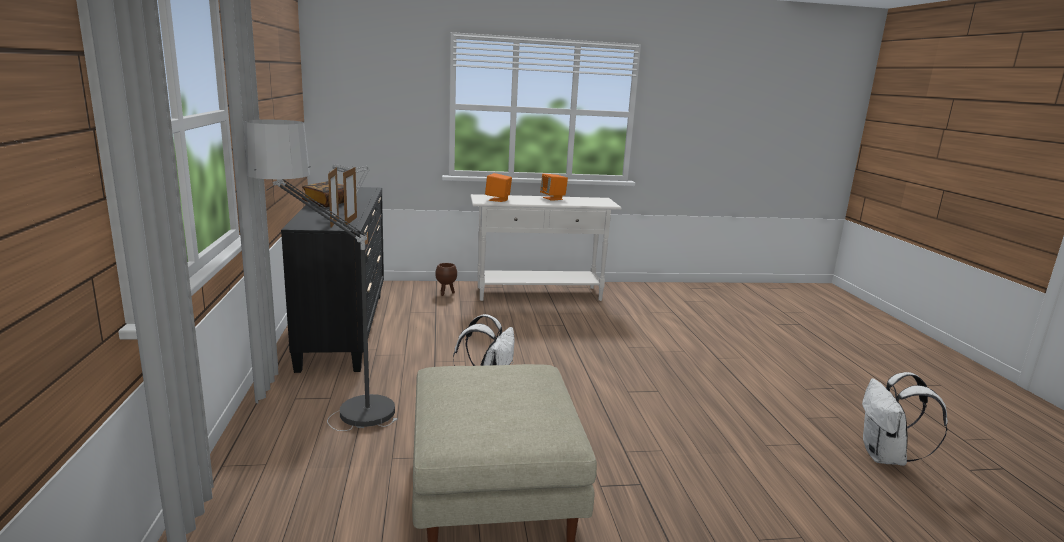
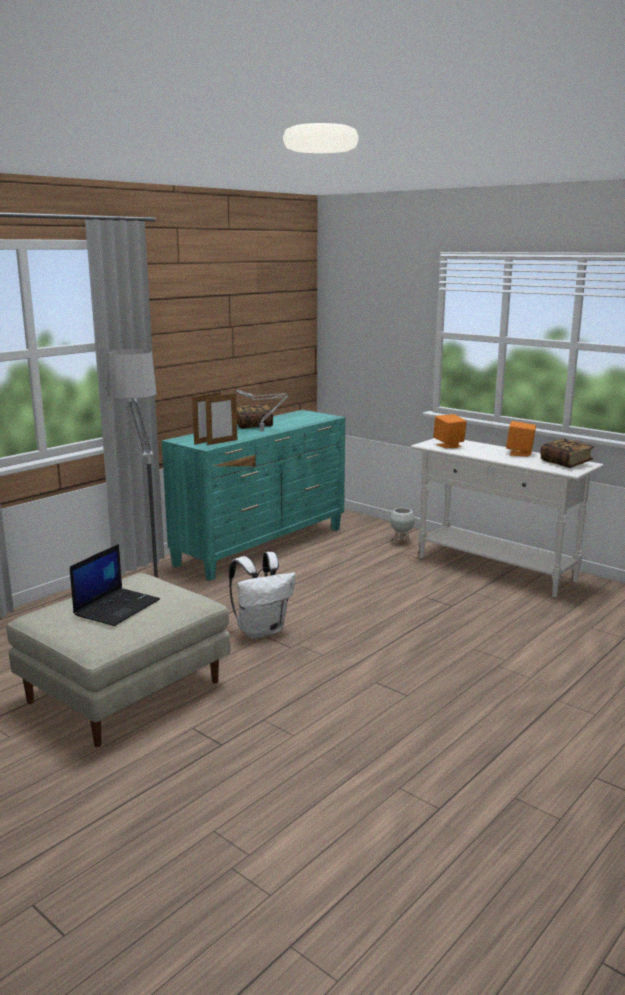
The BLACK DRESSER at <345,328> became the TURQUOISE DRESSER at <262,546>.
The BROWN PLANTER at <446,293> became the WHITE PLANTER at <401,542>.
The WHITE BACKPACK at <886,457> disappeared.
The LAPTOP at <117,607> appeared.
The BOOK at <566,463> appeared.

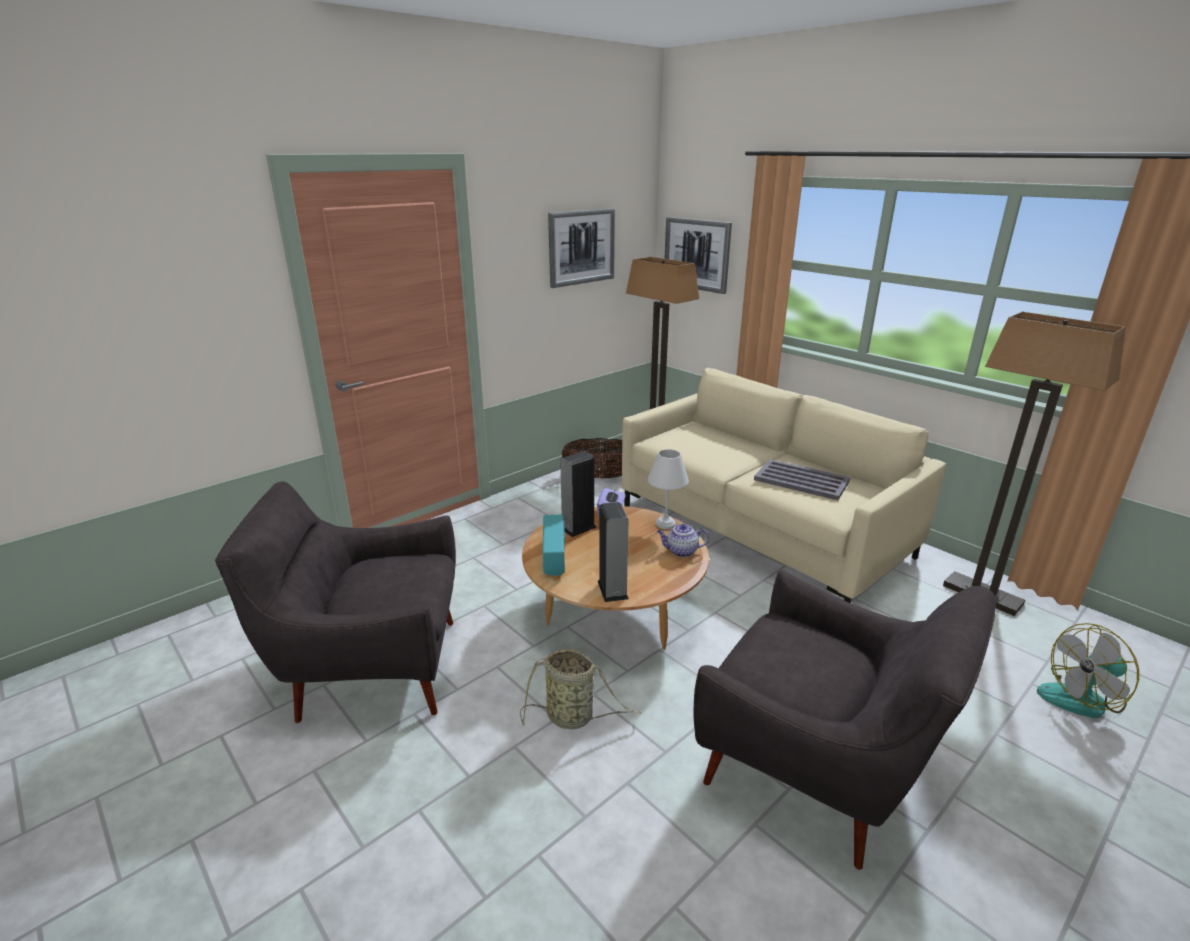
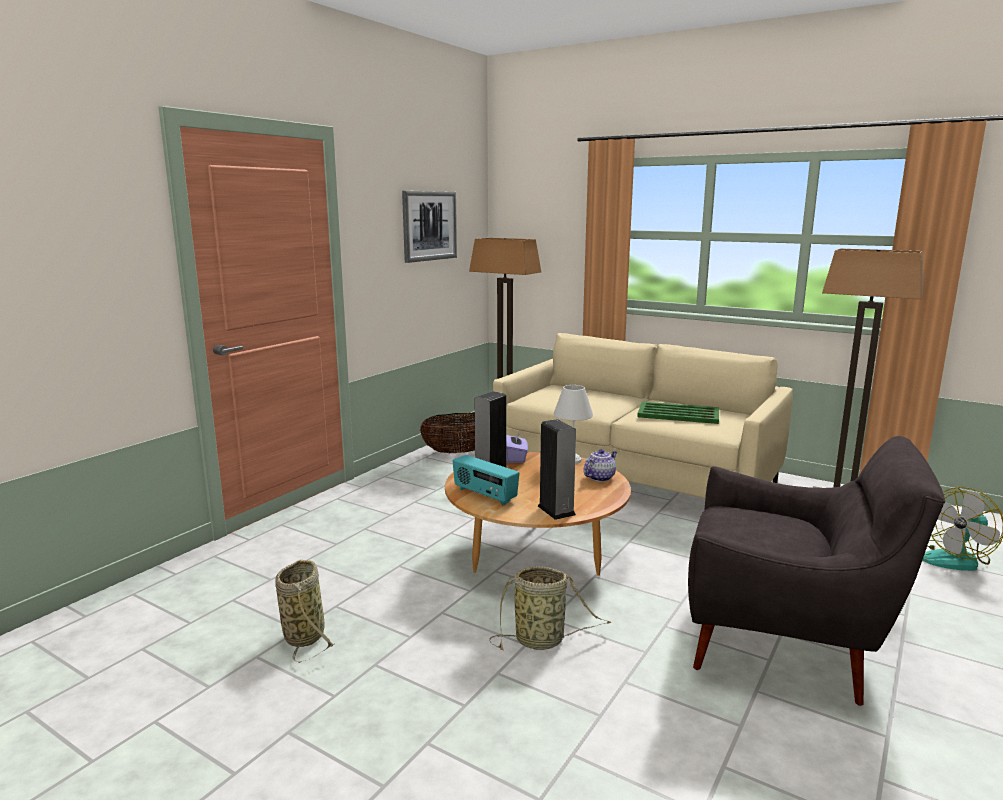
The GREY ARMCHAIR at <371,668> was replaced by the BASKET at <304,634>.
The RADIO at <555,559> turned 150 degrees clockwise.
The TEAPOT at <681,551> turned 150 degrees clockwise.
The PICTURE at <696,254> disappeared.
The GREY TRAY at <800,480> became the GREEN TRAY at <677,414>.

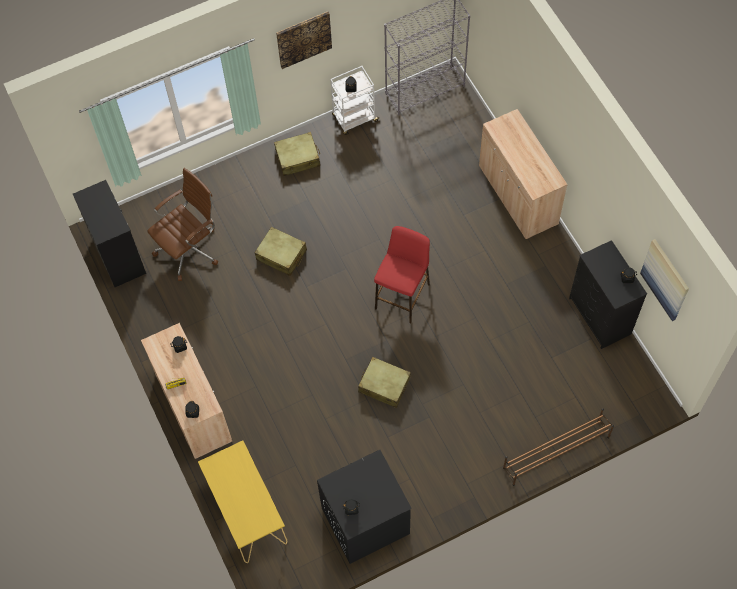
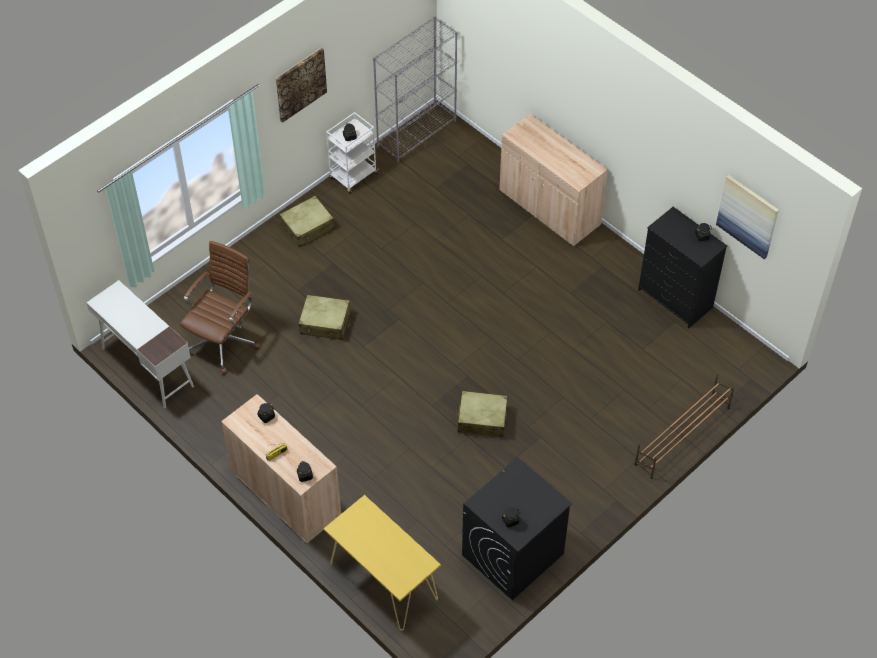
The BLACK DRESSER at <118,256> was replaced by the WHITE DESK at <147,367>.
The RED STOOL at <402,296> disappeared.

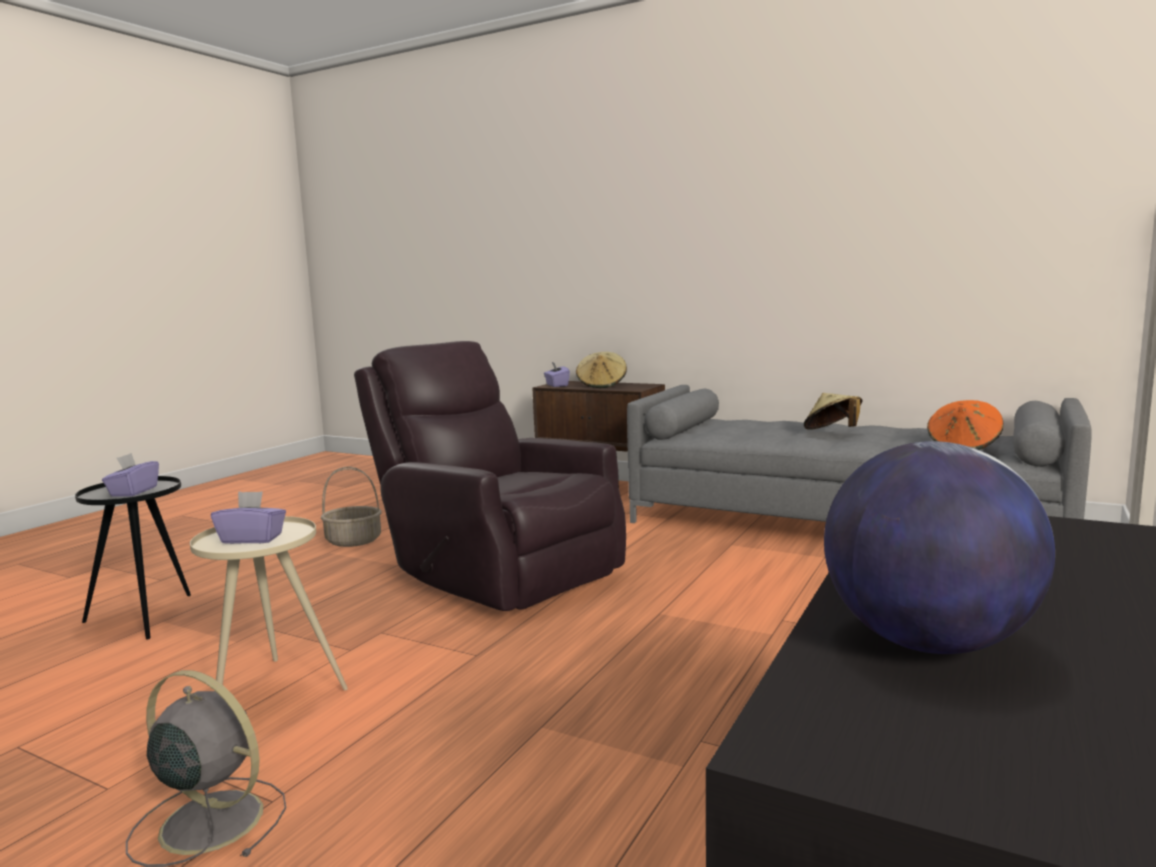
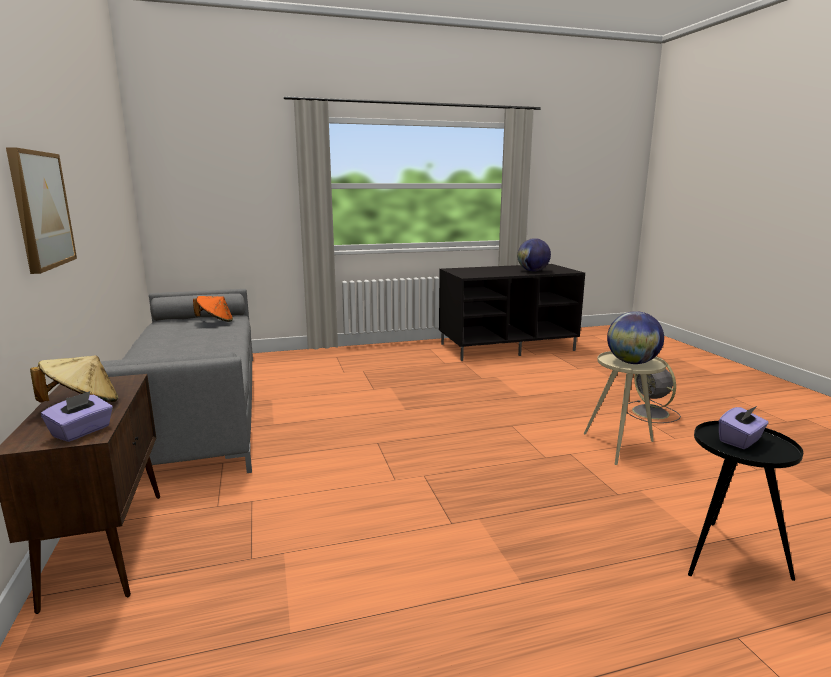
The PURPLE TISSUE BOX at <252,539> was replaced by the GLOBE at <632,362>.
The BASKET at <354,541> disappeared.
The BROWN ARMCHAIR at <495,571> disappeared.
The BEIGE HAT at <832,432> disappeared.
The PICTURE at <41,210> appeared.

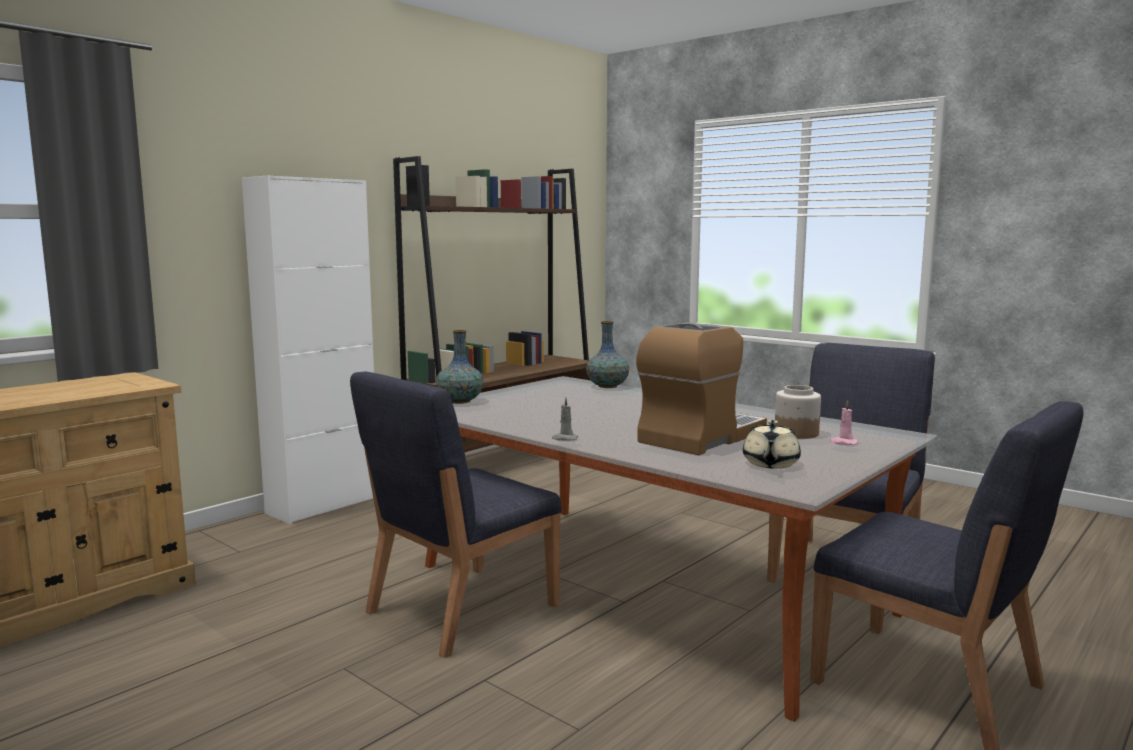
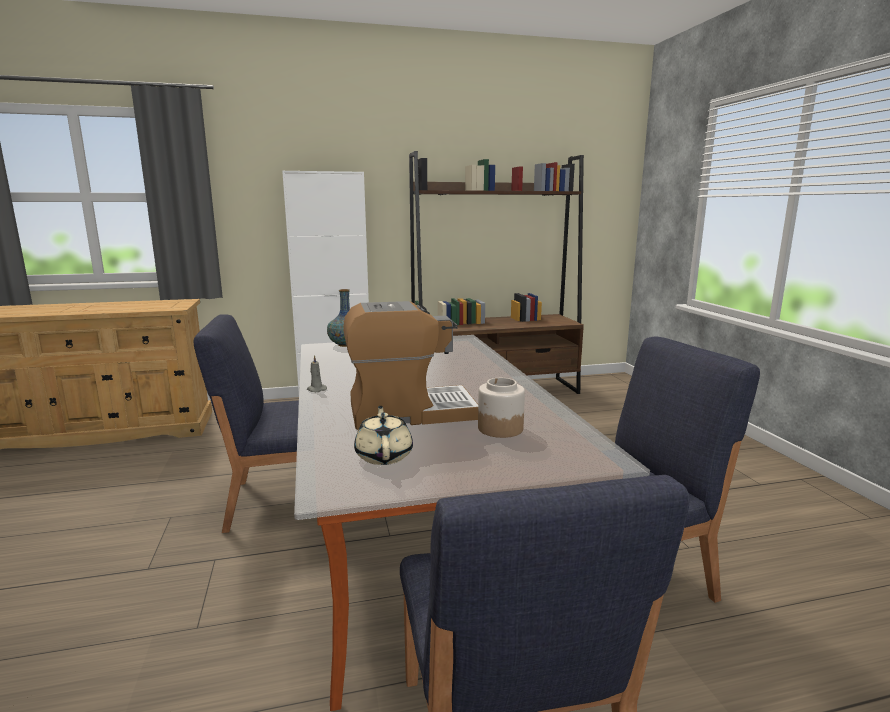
The VASE at <607,386> disappeared.
The BEIGE TEAPOT at <770,464> turned 120 degrees clockwise.
The PINK CANDLE at <843,443> disappeared.

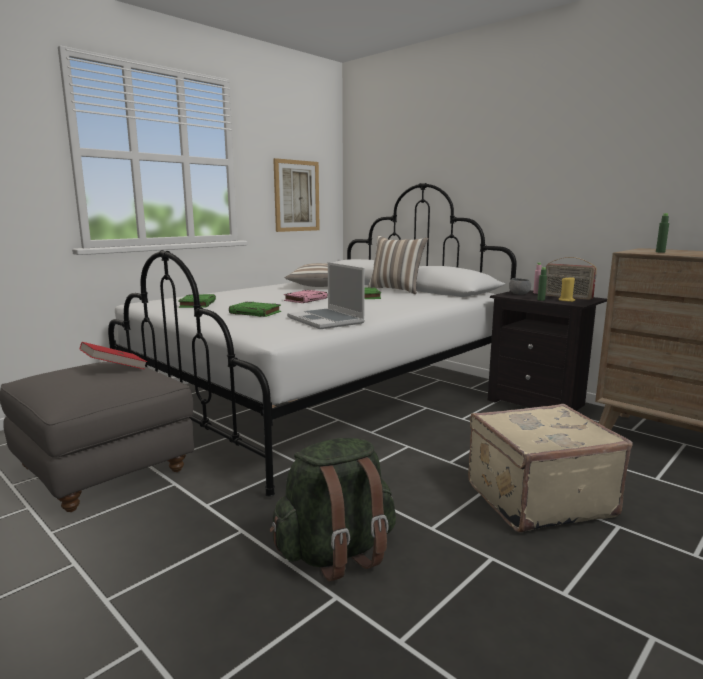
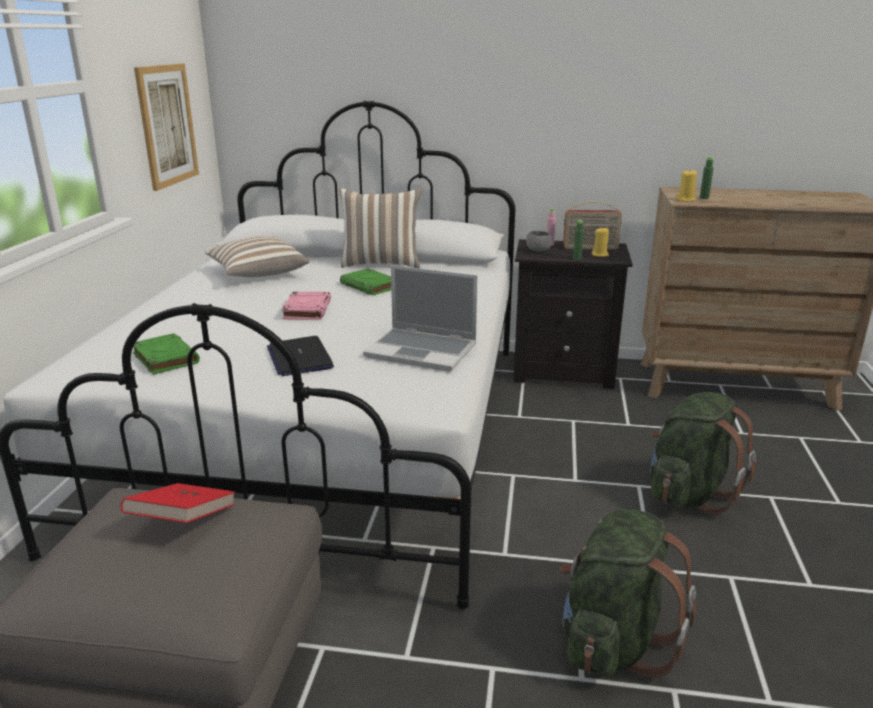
The GREEN BOOK at <256,313> was replaced by the LAPTOP at <299,358>.
The BEIGE SUITCASE at <536,498> was replaced by the GREEN BACKPACK at <689,493>.
The YELLOW CANDLE at <686,200> appeared.

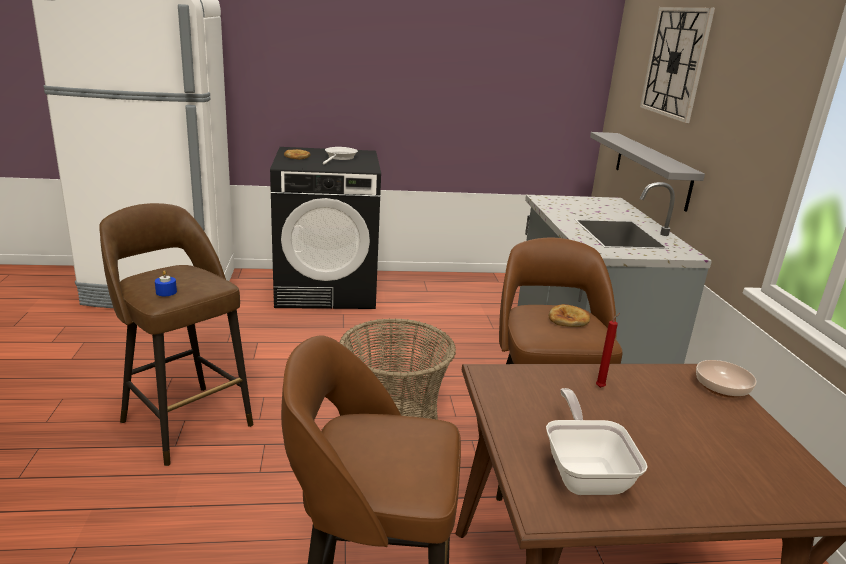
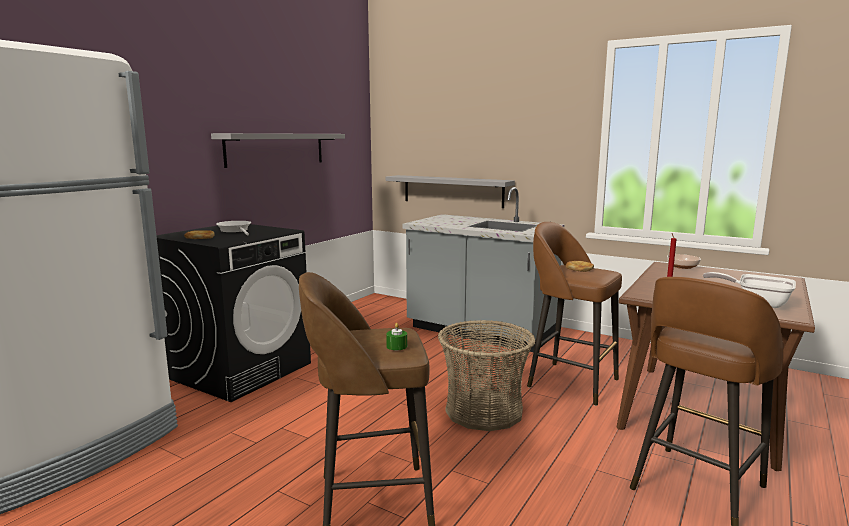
The BLUE CANDLE at <166,292> became the GREEN CANDLE at <396,346>.
The WALL CLOCK at <675,62> disappeared.
The GREY SHELF at <276,149> appeared.

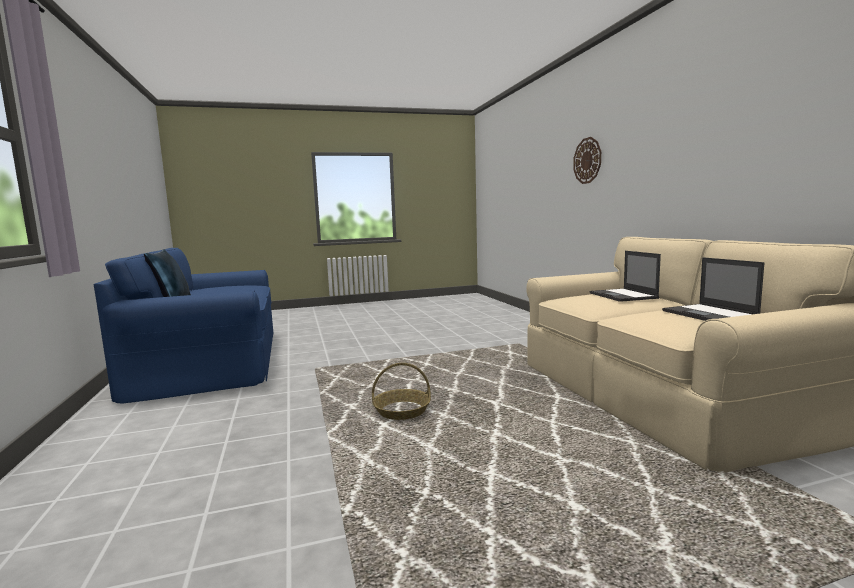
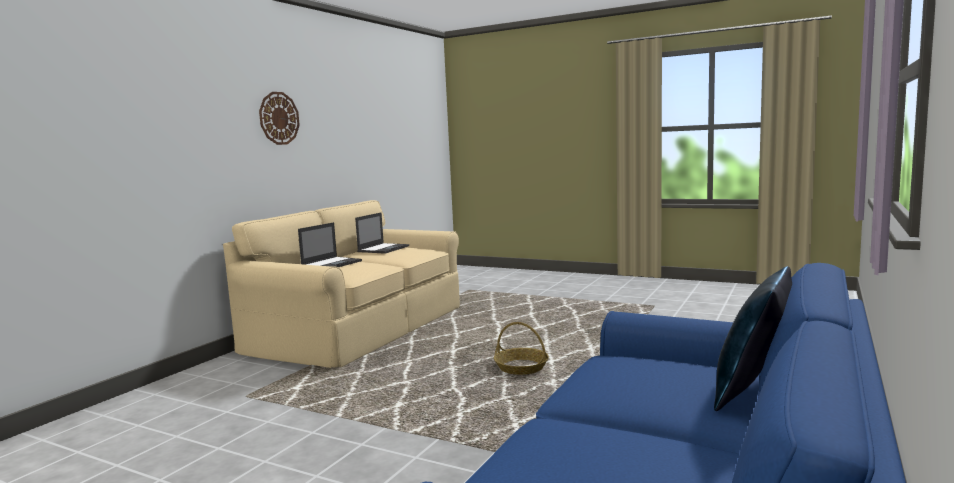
The WALL CLOCK moved from <587,160> to <279,118>.

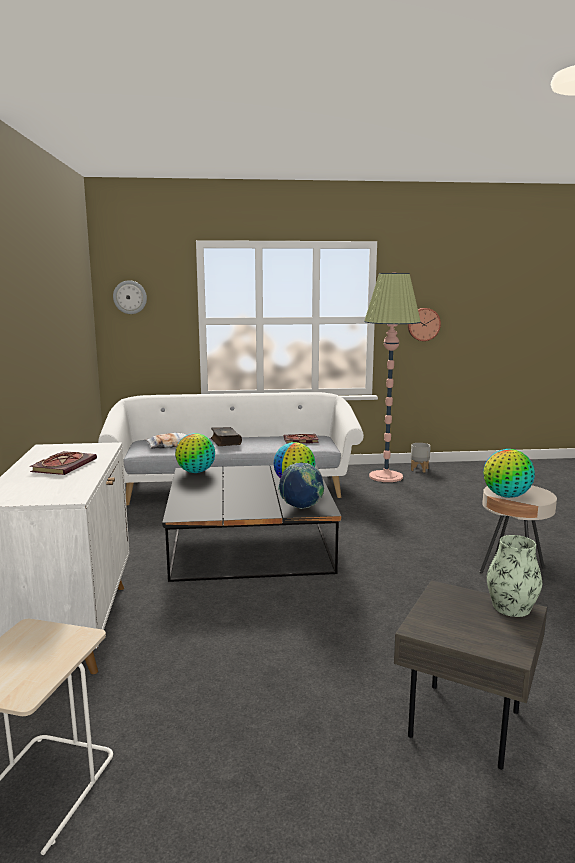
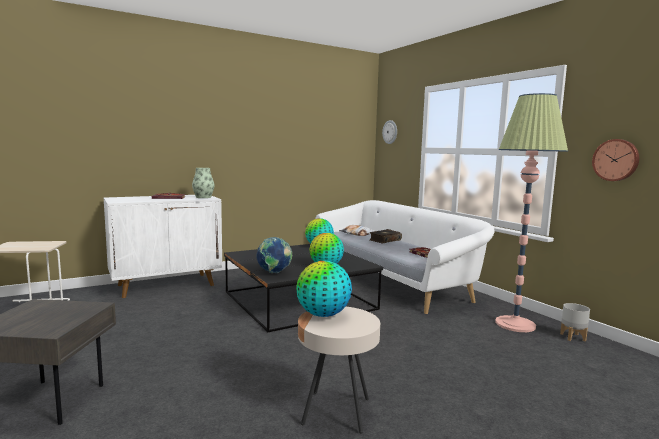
The VASE moved from <511,607> to <203,197>.

